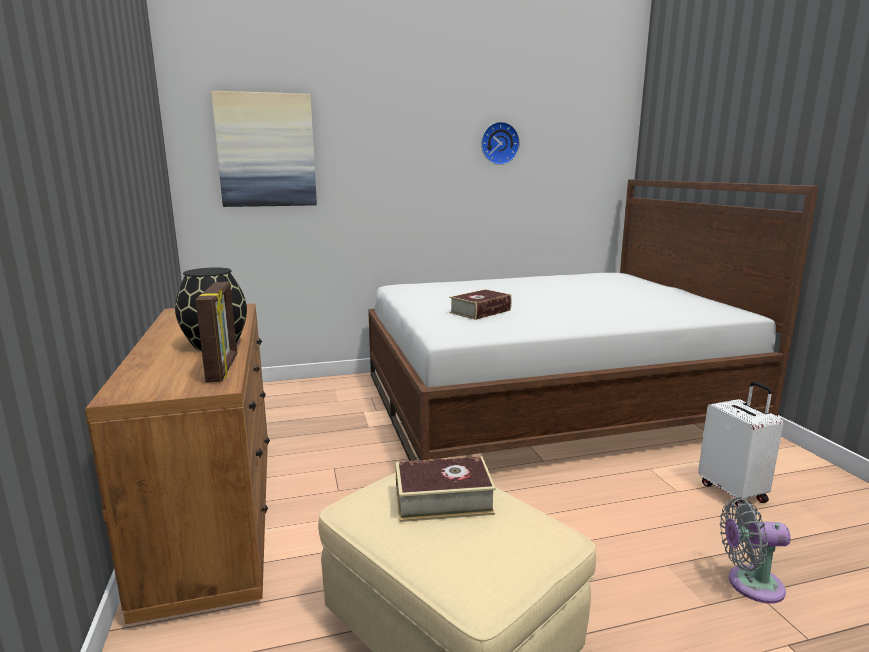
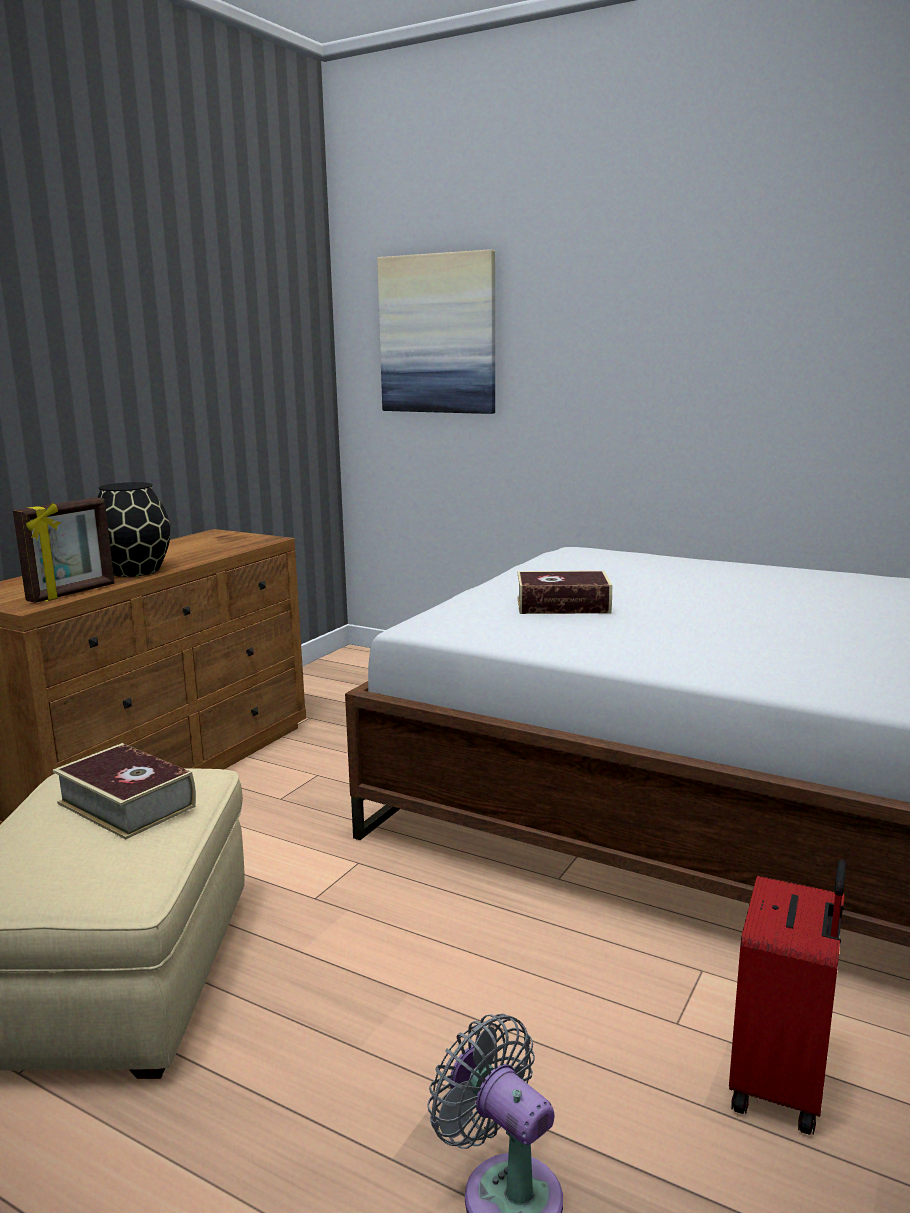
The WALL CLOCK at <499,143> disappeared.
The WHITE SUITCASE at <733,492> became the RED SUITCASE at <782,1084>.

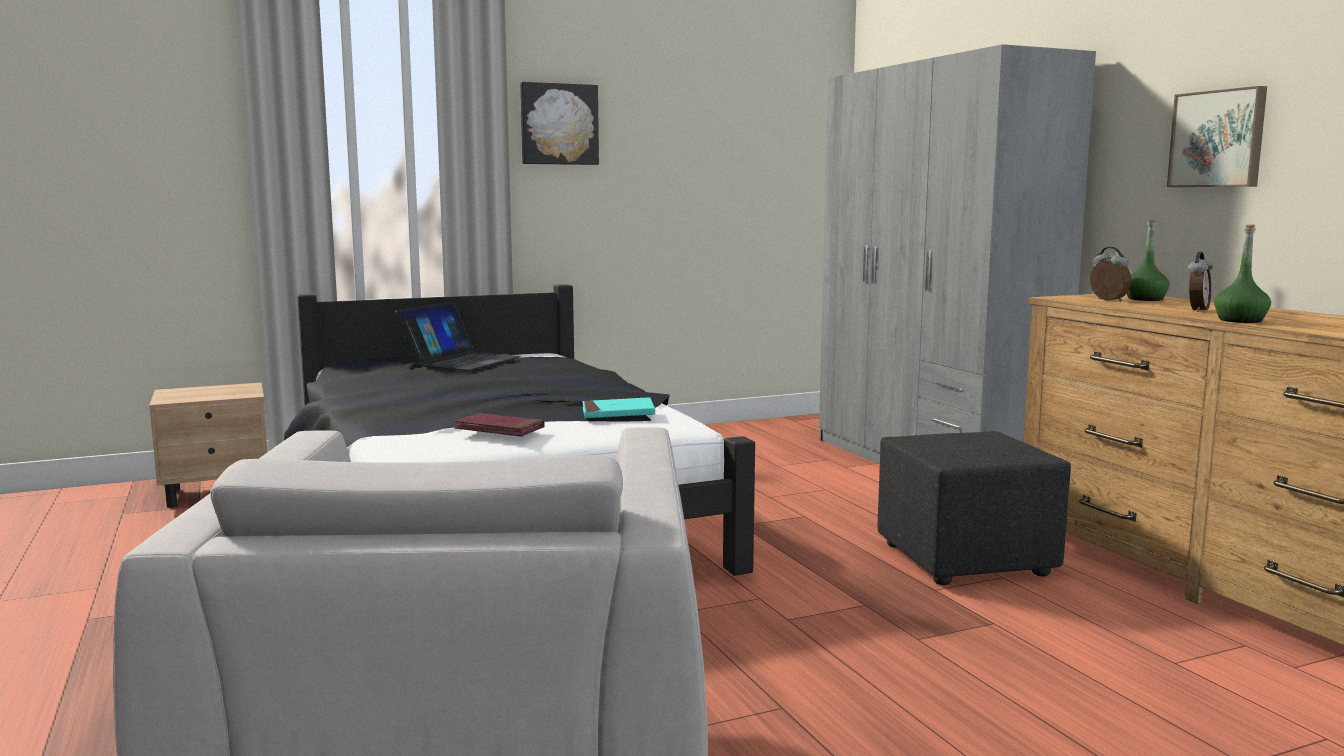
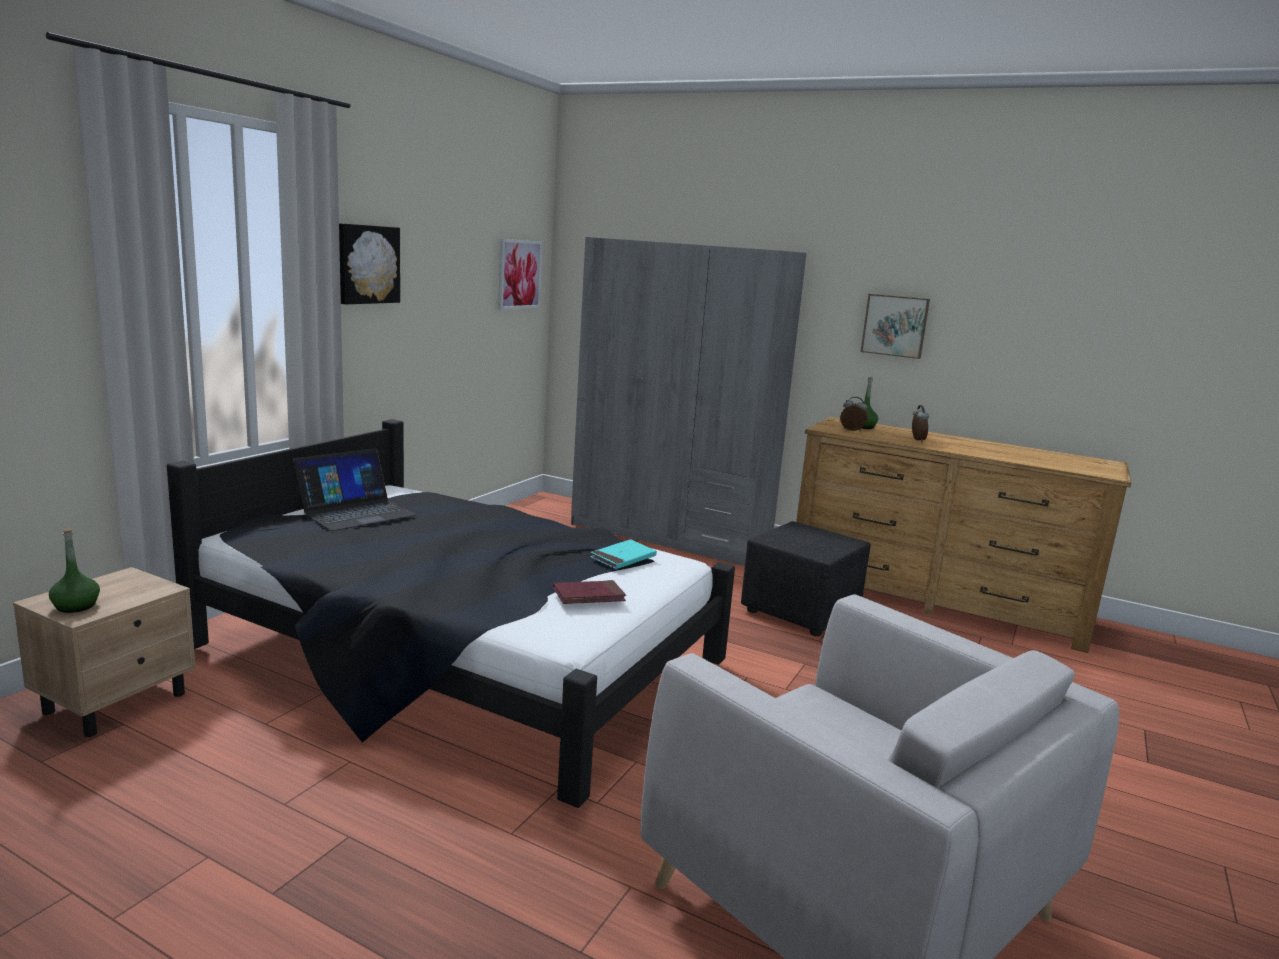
The LAPTOP at <460,360> turned 60 degrees clockwise.
The GREEN BOTTLE moved from <1240,320> to <76,606>.
The PICTURE at <519,274> appeared.

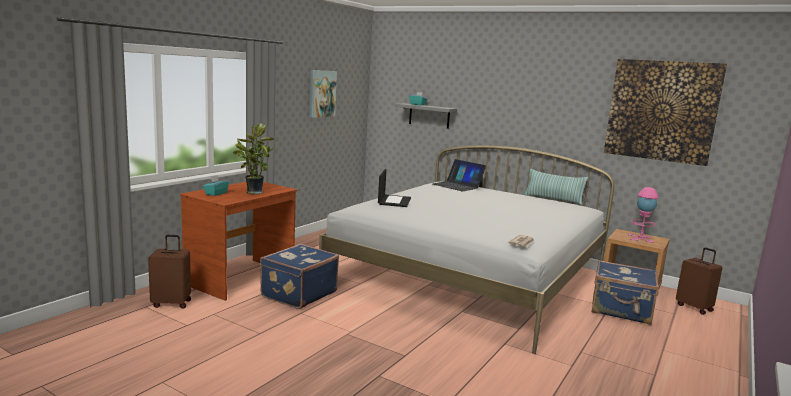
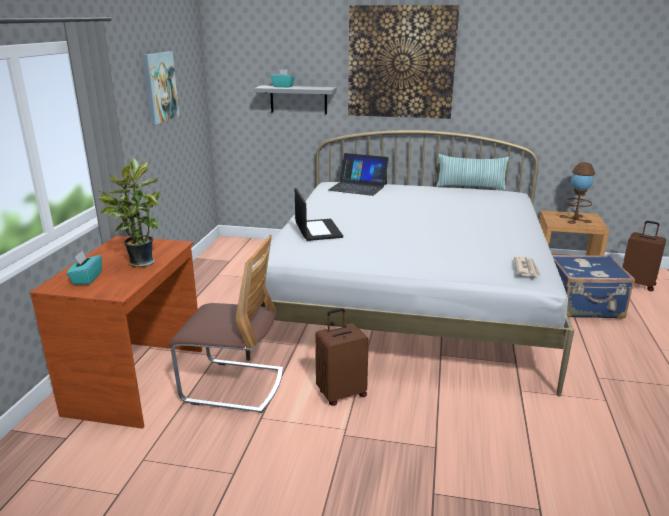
The BROWN SUITCASE moved from <172,303> to <341,393>.
The BLUE SUITCASE at <298,294> was replaced by the CHAIR at <233,385>.
The PICTURE moved from <661,111> to <401,62>.
The PINK TABLE LAMP at <640,238> became the BROWN TABLE LAMP at <575,219>.

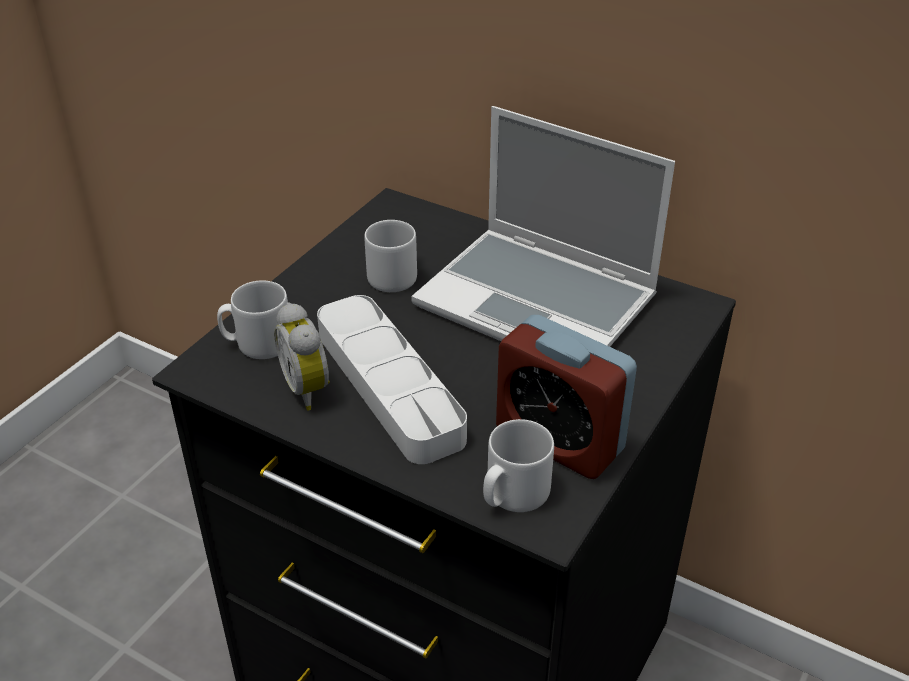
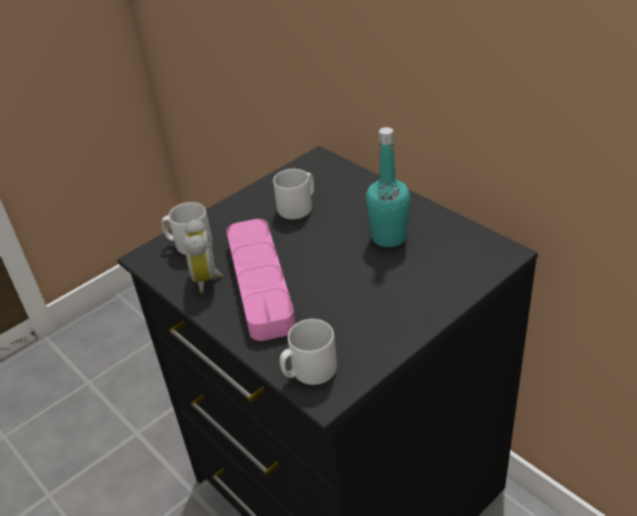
The GREY TRAY at <389,385> became the PINK TRAY at <260,283>.
The LAPTOP at <539,302> was replaced by the TURQUOISE BOTTLE at <389,237>.
The ALARM CLOCK at <559,440> disappeared.

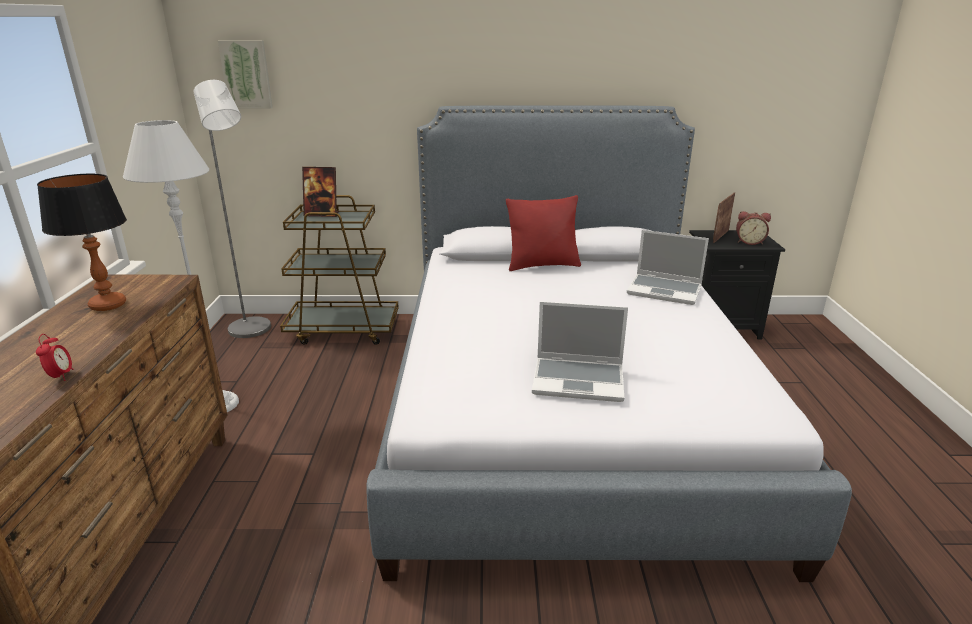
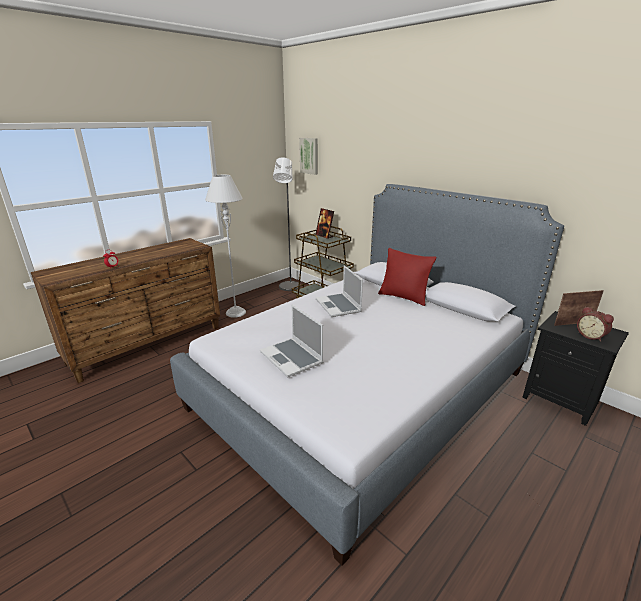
The TABLE LAMP at <107,305> disappeared.
The LAPTOP moved from <665,290> to <339,306>.

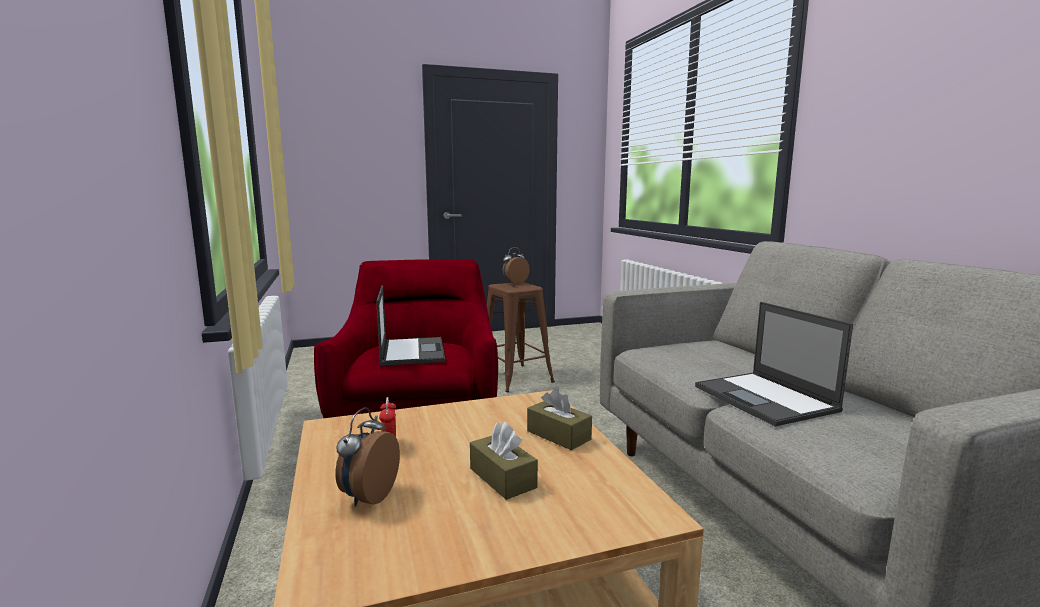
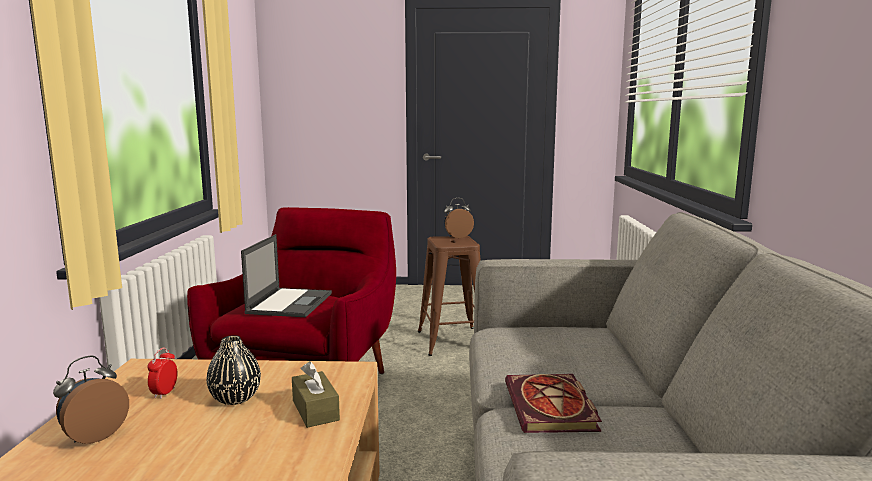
The BROWN TISSUE BOX at <502,478> disappeared.
The LAPTOP at <766,399> was replaced by the BOOK at <552,408>.
The BLACK VASE at <235,398> appeared.

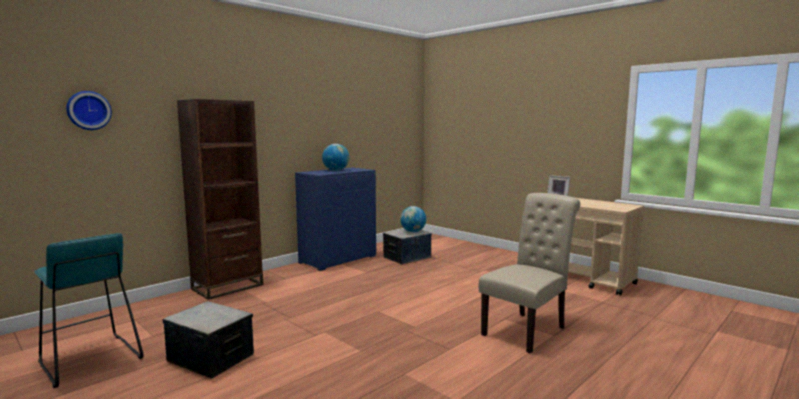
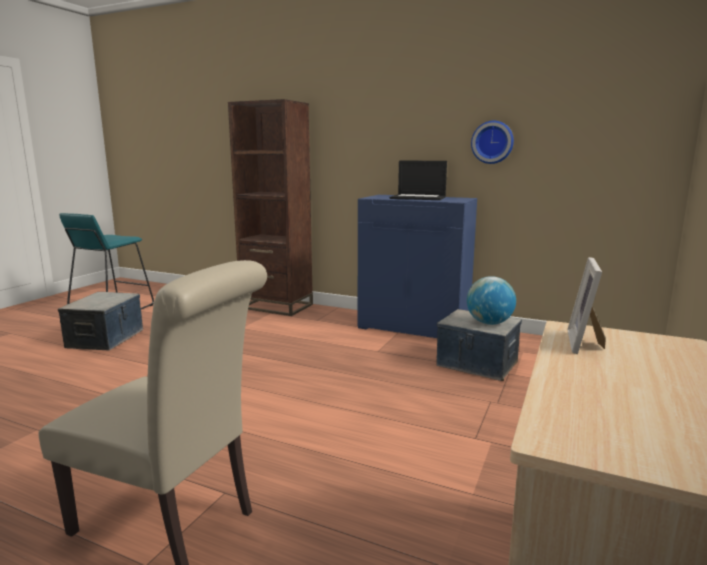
The WALL CLOCK moved from <88,110> to <492,142>.
The GLOBE at <336,170> was replaced by the LAPTOP at <419,198>.

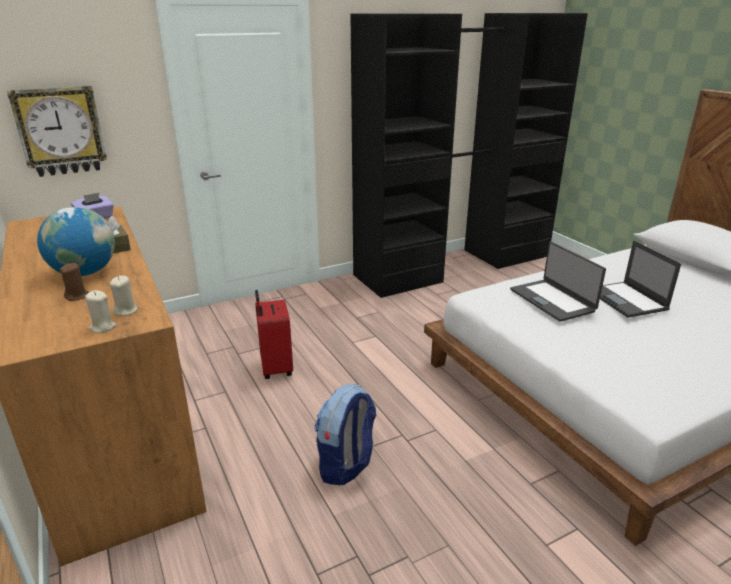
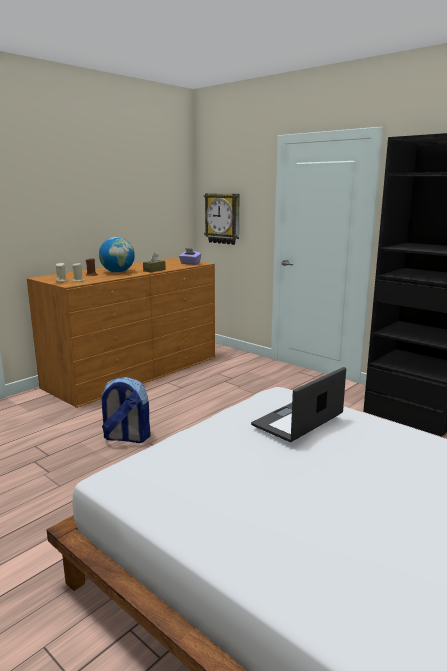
The RED SUITCASE at <275,369> disappeared.
The LAPTOP at <627,300> disappeared.

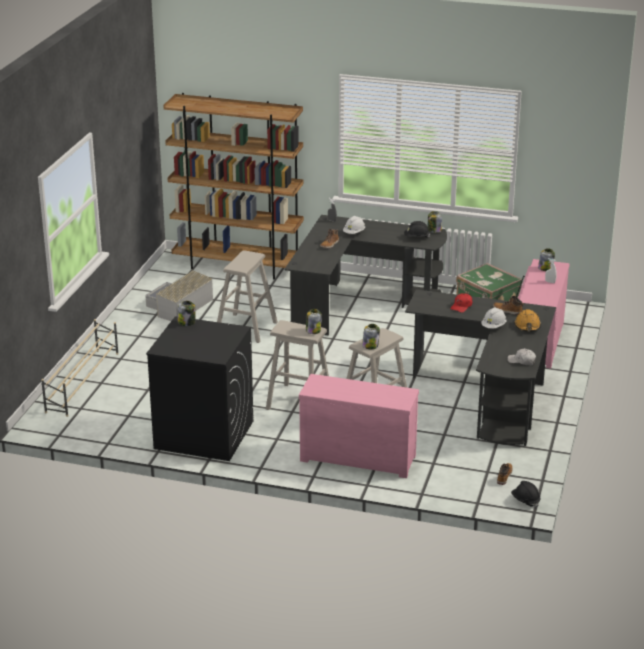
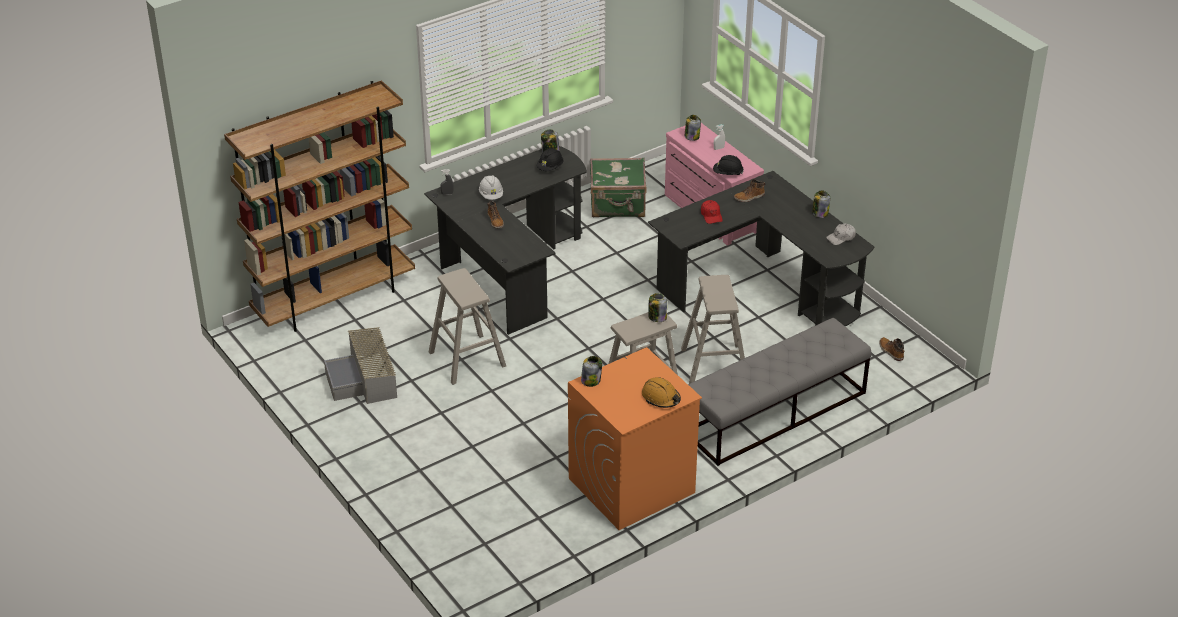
The BEIGE SHOE RACK at <83,382> disappeared.
The BLACK WASHING MACHINE at <203,434> became the ORANGE WASHING MACHINE at <631,486>.
The PINK DRESSER at <358,456> was replaced by the GREY BENCH at <774,413>.
The JAR moved from <370,346> to <820,213>.
The WHITE HARD HAT at <493,326> disappeared.
The BLACK HARD HAT moved from <525,501> to <727,173>.
The ORANGE HARD HAT moved from <527,326> to <661,397>.

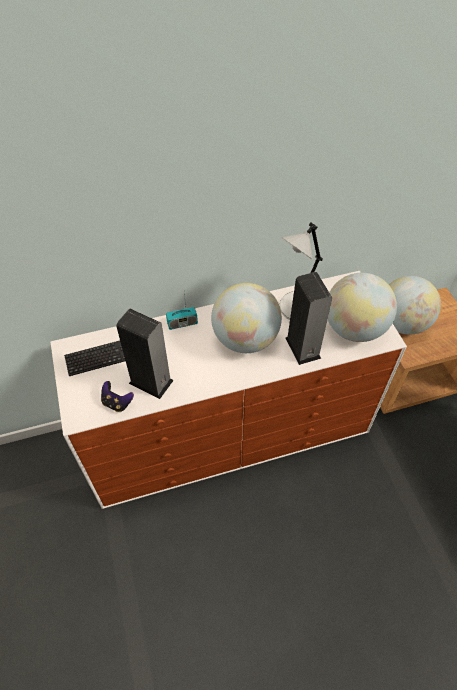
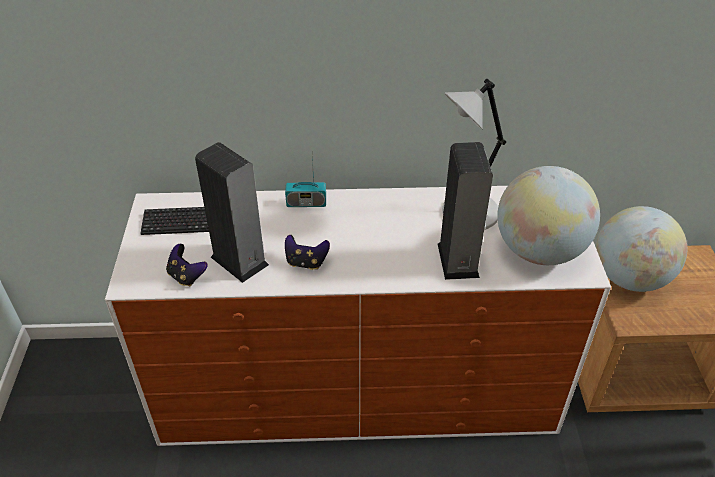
The GLOBE at <245,339> disappeared.
The GAME CONTROLLER at <306,262> appeared.

